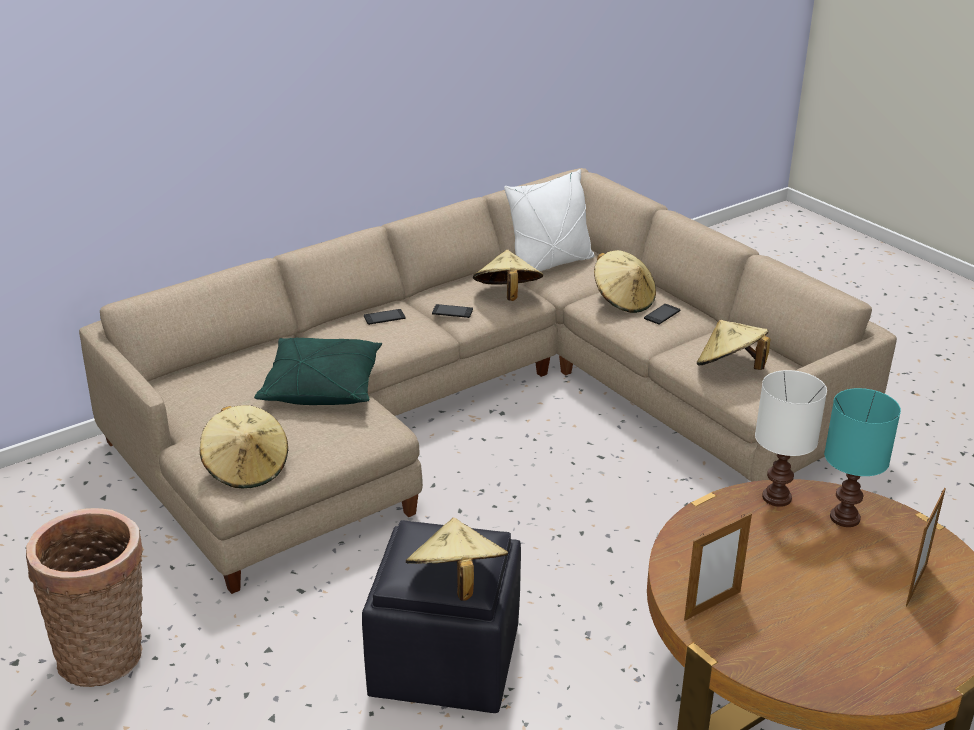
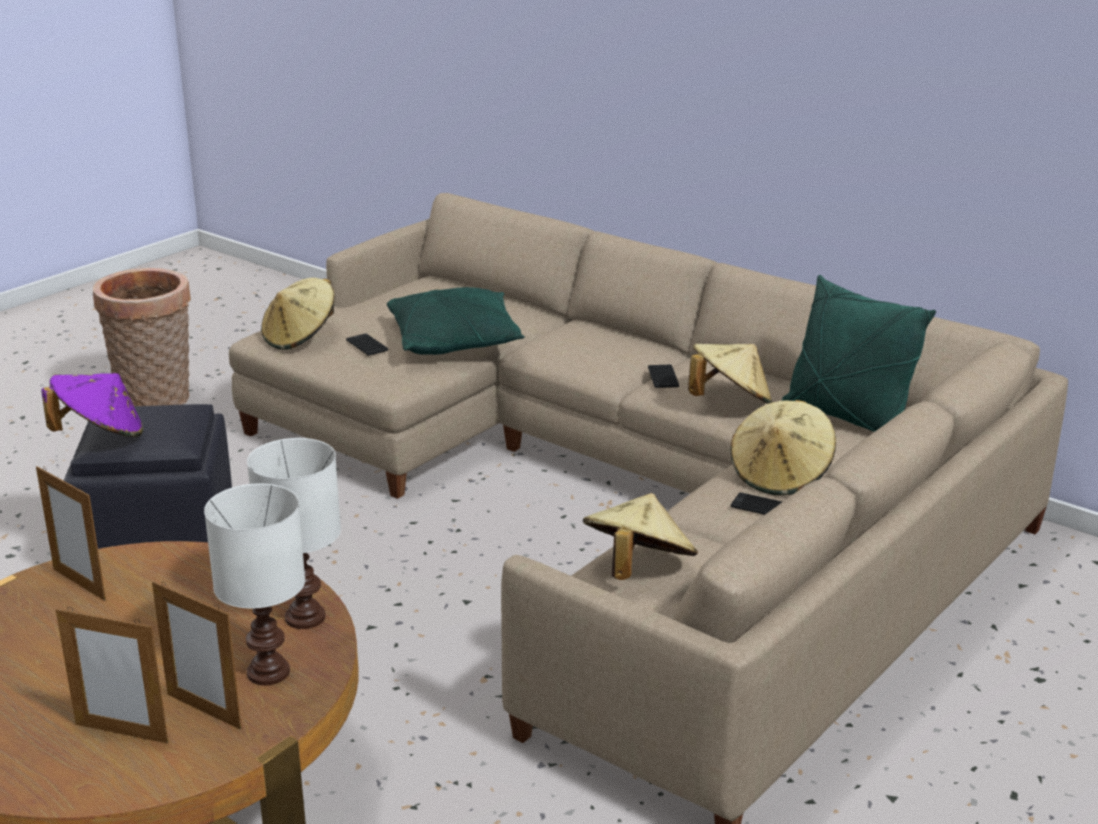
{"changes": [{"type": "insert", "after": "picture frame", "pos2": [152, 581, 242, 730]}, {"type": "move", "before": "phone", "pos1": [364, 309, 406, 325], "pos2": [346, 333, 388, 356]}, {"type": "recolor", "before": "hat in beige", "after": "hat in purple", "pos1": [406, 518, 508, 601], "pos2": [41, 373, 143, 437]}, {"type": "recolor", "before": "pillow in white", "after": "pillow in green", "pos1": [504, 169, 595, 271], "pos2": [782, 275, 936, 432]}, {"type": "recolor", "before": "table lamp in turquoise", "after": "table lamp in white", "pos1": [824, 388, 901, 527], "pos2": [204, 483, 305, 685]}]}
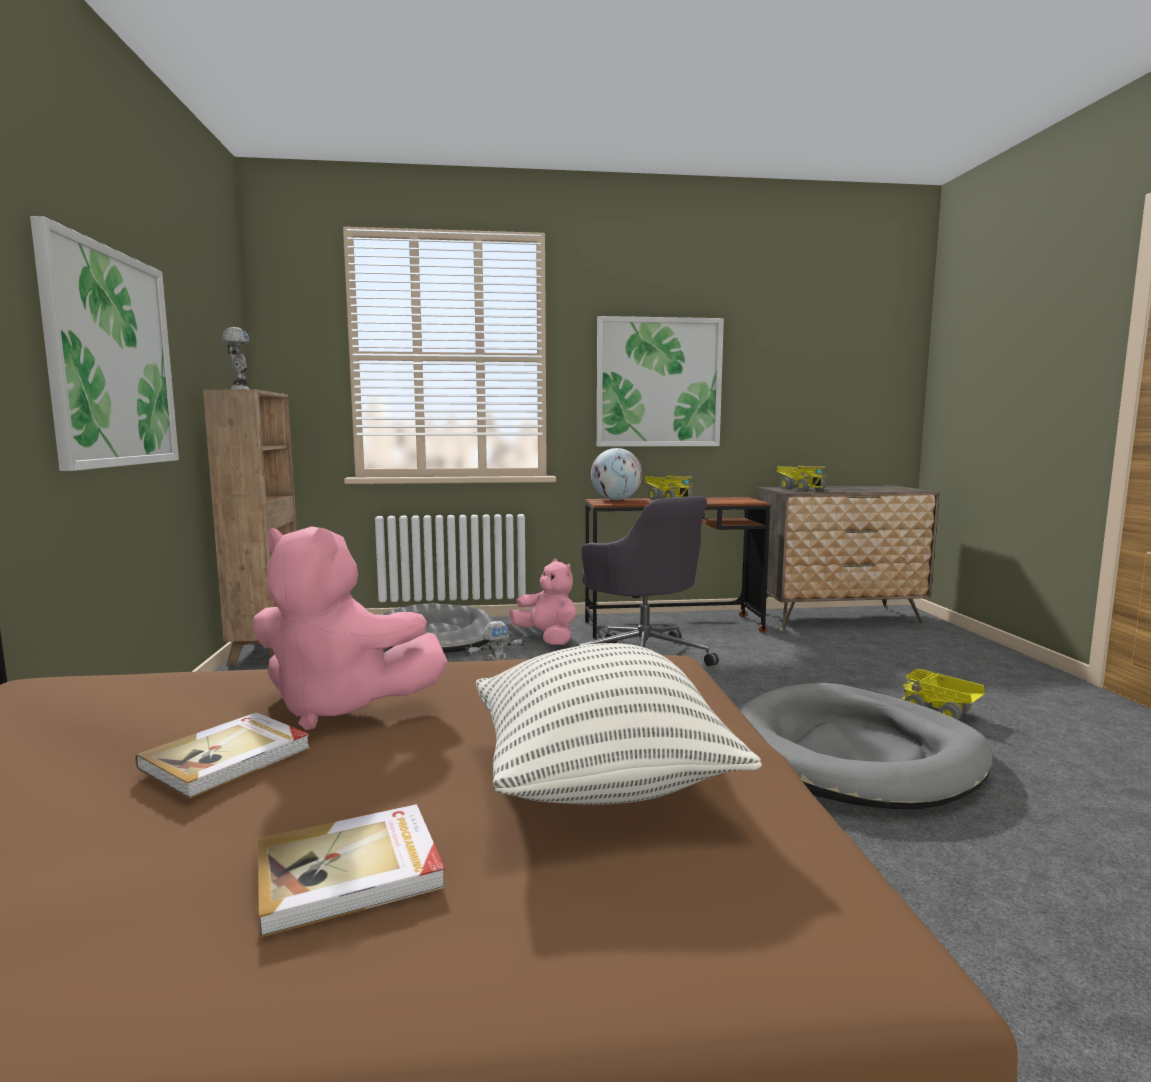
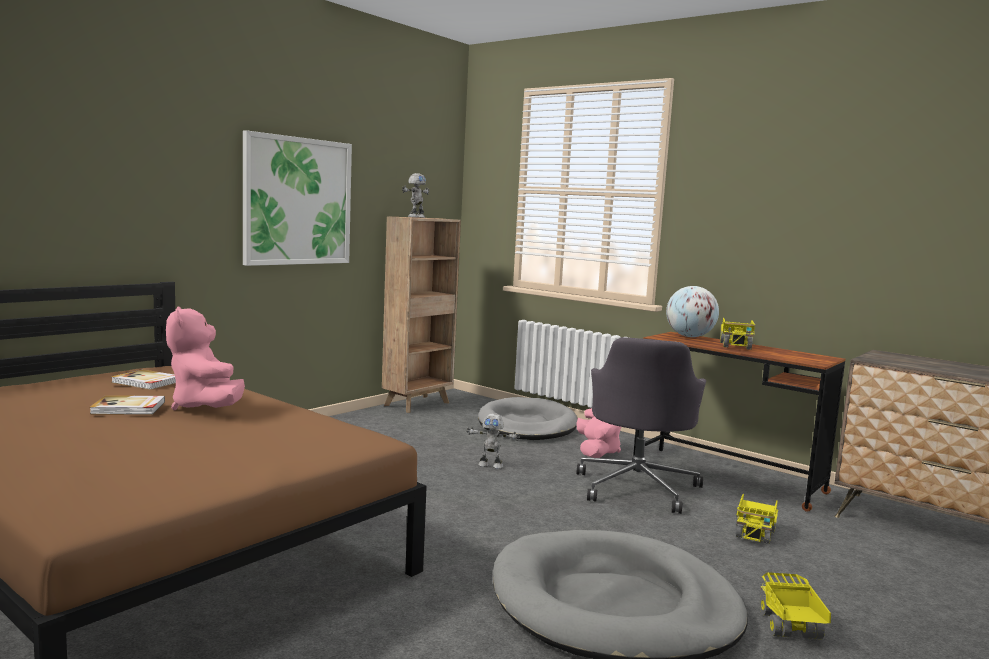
{"changes": [{"type": "delete", "before": "pillow", "pos1": [476, 643, 762, 805]}, {"type": "delete", "before": "picture", "pos1": [597, 316, 724, 447]}, {"type": "move", "before": "book", "pos1": [258, 804, 445, 938], "pos2": [111, 369, 176, 390]}, {"type": "move", "before": "toy truck", "pos1": [777, 466, 826, 491], "pos2": [736, 494, 778, 544]}]}
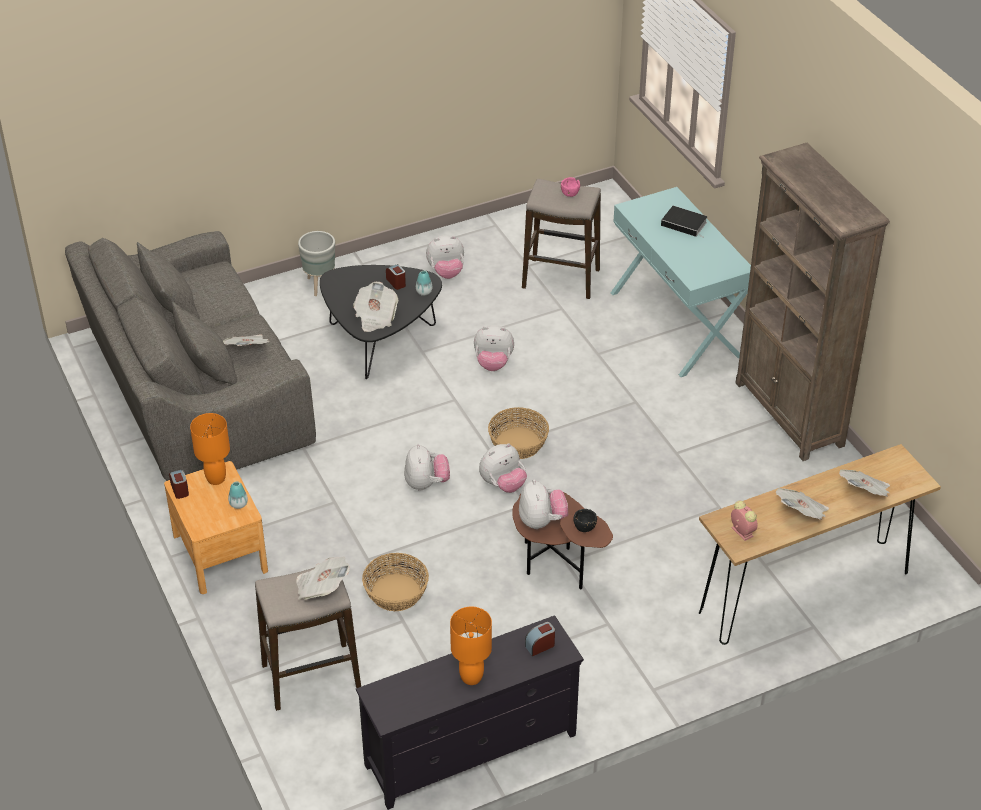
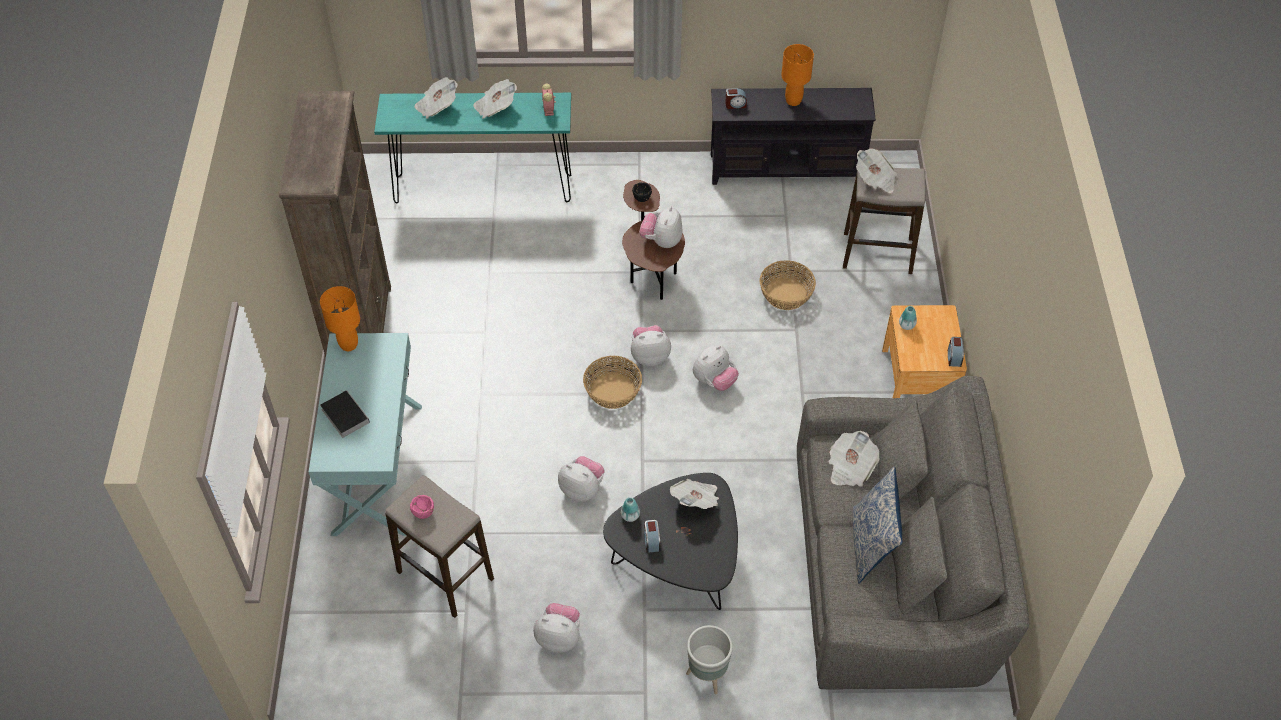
{"changes": [{"type": "insert", "after": "pillow", "pos2": [853, 467, 903, 583]}, {"type": "move", "before": "table lamp in orange", "pos1": [190, 413, 230, 485], "pos2": [320, 286, 360, 351]}, {"type": "recolor", "before": "console table in brown", "after": "console table in turquoise", "pos1": [699, 444, 941, 645], "pos2": [374, 93, 571, 203]}, {"type": "rotate", "before": "plush toy", "pos1": [404, 444, 450, 491], "pos2": [693, 345, 739, 391], "turn": -150}]}
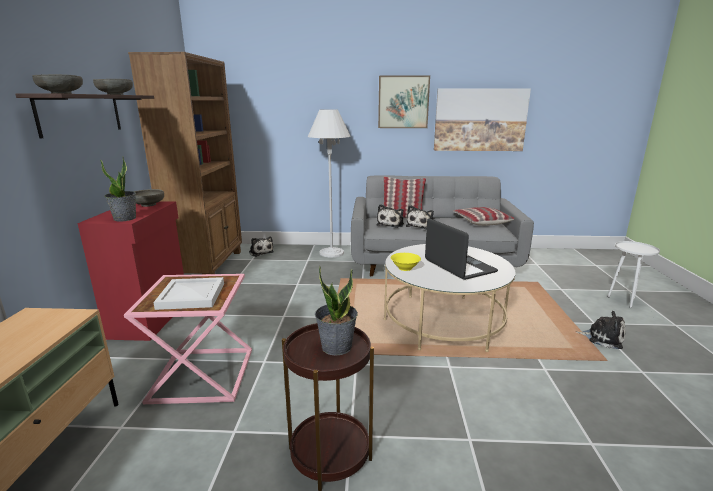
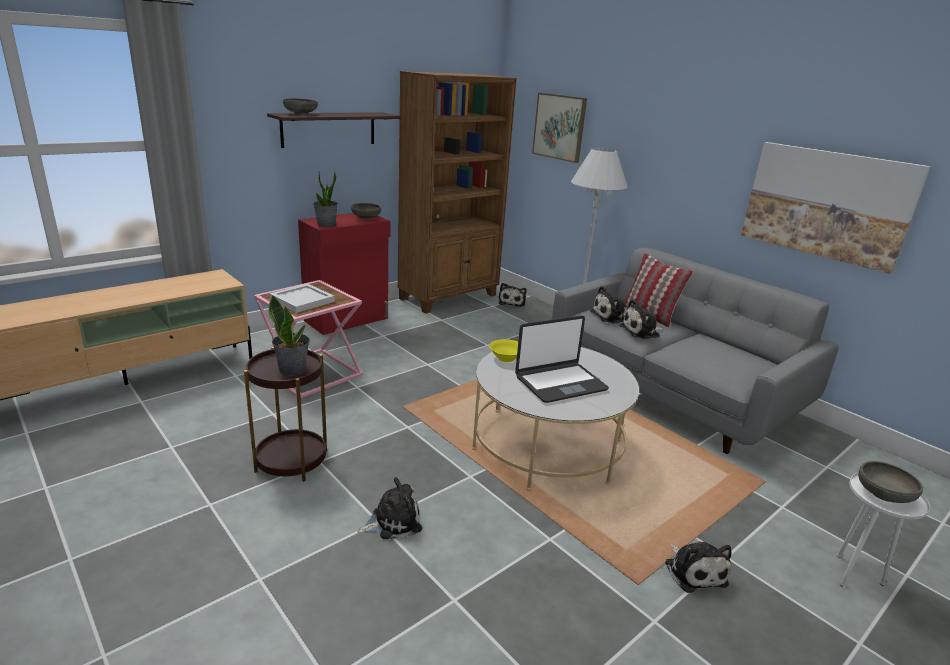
{"changes": [{"type": "delete", "before": "pillow", "pos1": [453, 207, 514, 226]}, {"type": "insert", "after": "plush toy", "pos2": [357, 477, 422, 539]}, {"type": "move", "before": "bowl in grey", "pos1": [93, 79, 133, 95], "pos2": [858, 461, 923, 503]}, {"type": "move", "before": "picture", "pos1": [378, 75, 430, 128], "pos2": [532, 93, 587, 163]}, {"type": "rotate", "before": "laptop", "pos1": [425, 219, 498, 280], "pos2": [515, 316, 609, 403], "turn": 45}]}
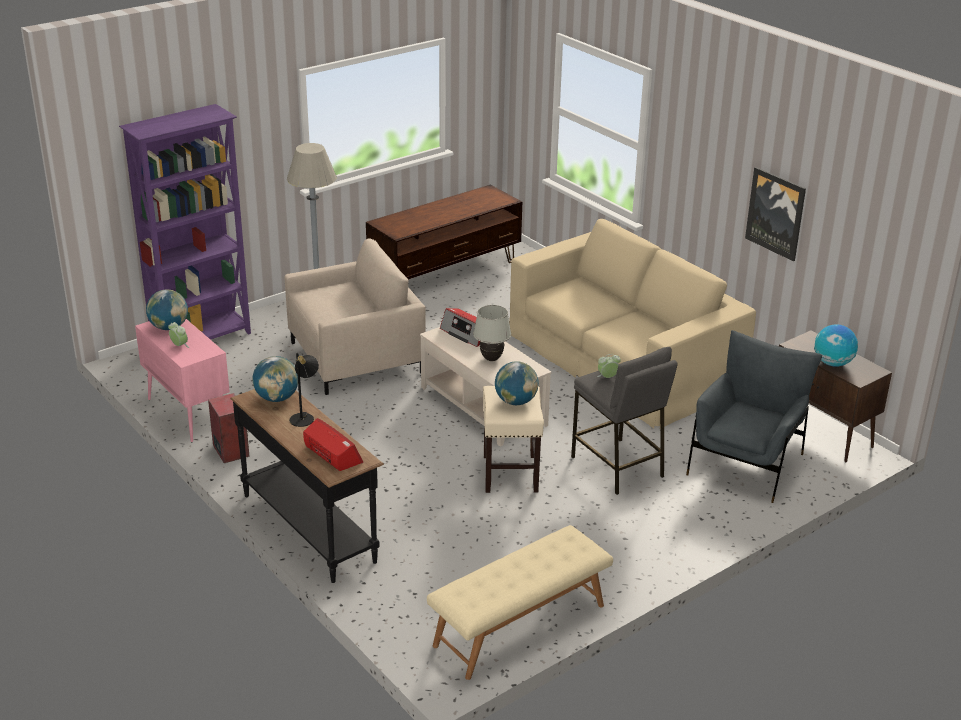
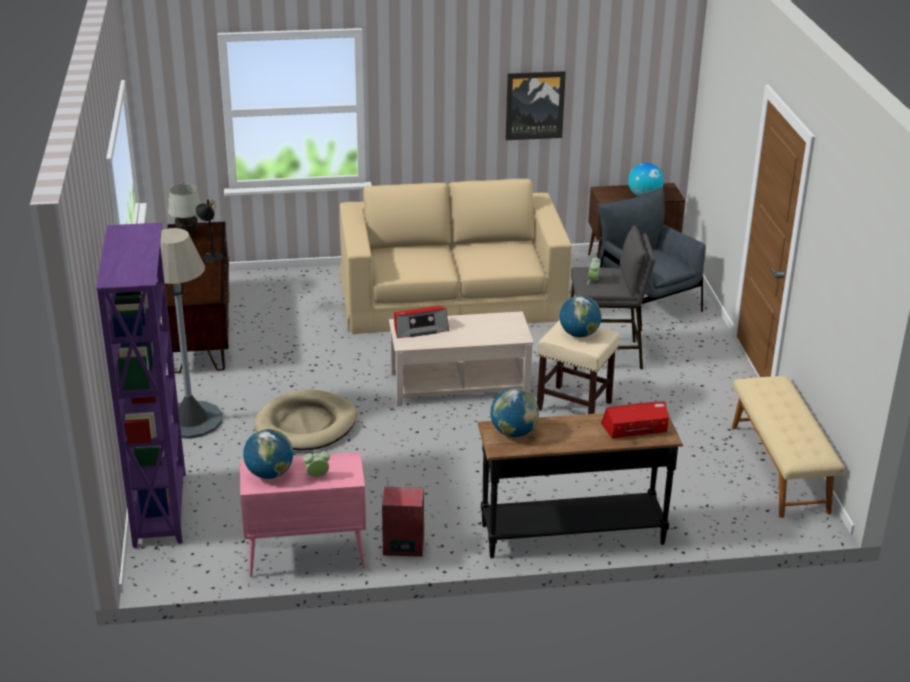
{"changes": [{"type": "move", "before": "table lamp in black", "pos1": [289, 353, 319, 427], "pos2": [195, 199, 223, 262]}, {"type": "move", "before": "table lamp in white", "pos1": [473, 305, 511, 361], "pos2": [167, 184, 201, 235]}, {"type": "replace", "before": "armchair in beige", "after": "dog bed in beige", "pos1": [284, 238, 426, 395], "pos2": [254, 390, 357, 450]}]}
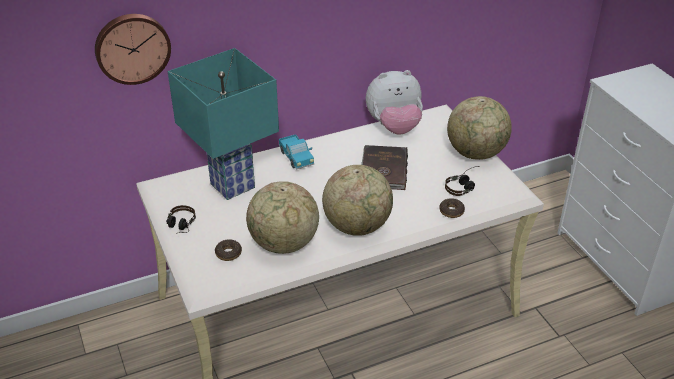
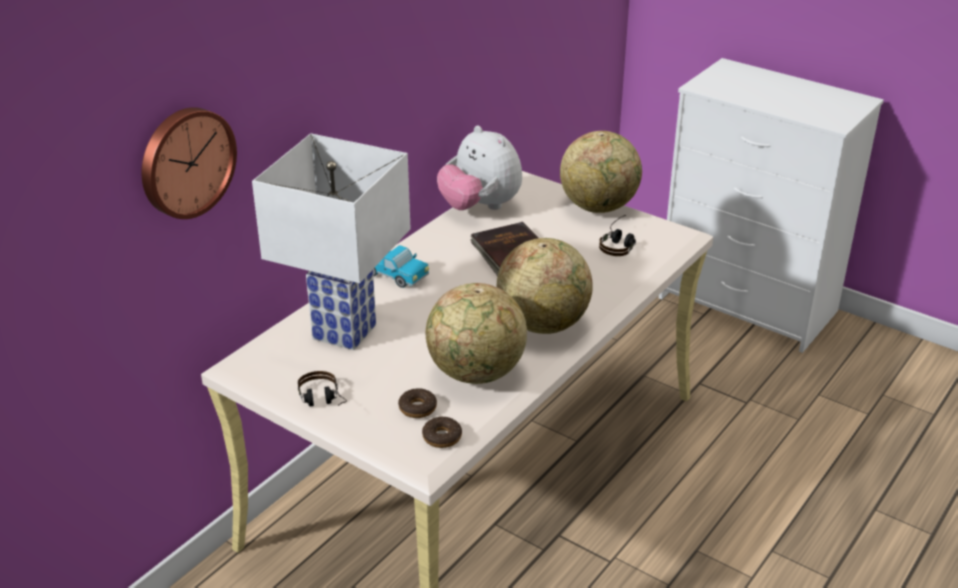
{"changes": [{"type": "move", "before": "donut", "pos1": [439, 198, 465, 218], "pos2": [422, 417, 462, 448]}, {"type": "recolor", "before": "table lamp in turquoise", "after": "table lamp in white", "pos1": [168, 48, 279, 200], "pos2": [252, 133, 411, 350]}, {"type": "rotate", "before": "plush toy", "pos1": [366, 70, 423, 134], "pos2": [437, 126, 522, 210], "turn": 90}]}
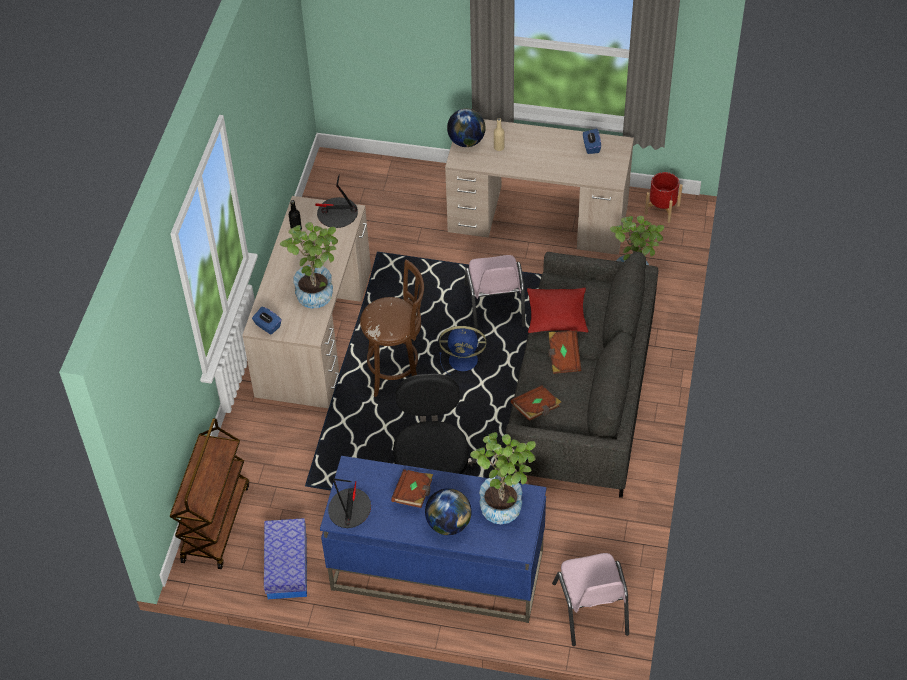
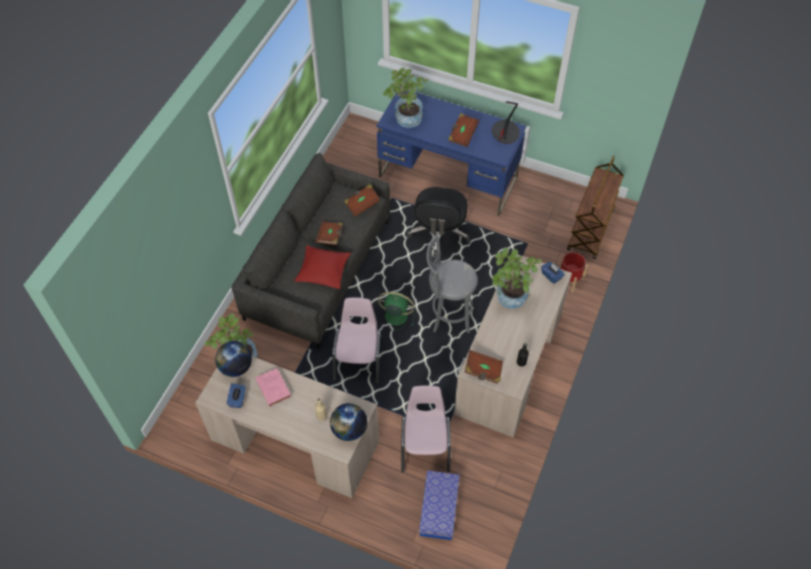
{"changes": [{"type": "insert", "after": "book in pink", "pos2": [255, 368, 291, 407]}, {"type": "move", "before": "storage box", "pos1": [264, 518, 307, 599], "pos2": [419, 470, 460, 540]}, {"type": "move", "before": "globe", "pos1": [425, 488, 472, 535], "pos2": [215, 341, 252, 377]}, {"type": "move", "before": "chair in pink", "pos1": [552, 553, 629, 646], "pos2": [401, 385, 451, 472]}, {"type": "move", "before": "planter in red", "pos1": [645, 172, 683, 223], "pos2": [558, 252, 588, 293]}, {"type": "replace", "before": "table lamp", "after": "book in brown", "pos1": [315, 174, 358, 228], "pos2": [465, 350, 503, 384]}, {"type": "recolor", "before": "stool in brown", "after": "stool in grey", "pos1": [360, 259, 424, 397], "pos2": [426, 234, 478, 333]}, {"type": "recolor", "before": "fan in blue", "after": "fan in green", "pos1": [439, 326, 486, 375], "pos2": [378, 292, 414, 331]}]}
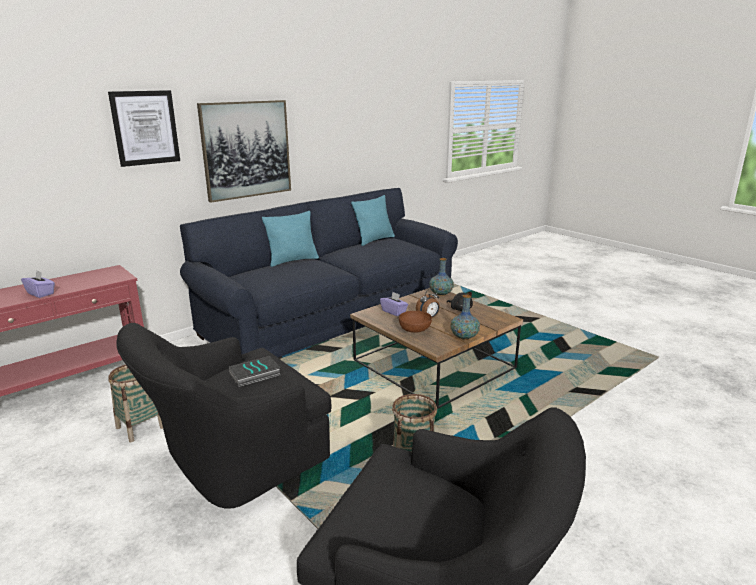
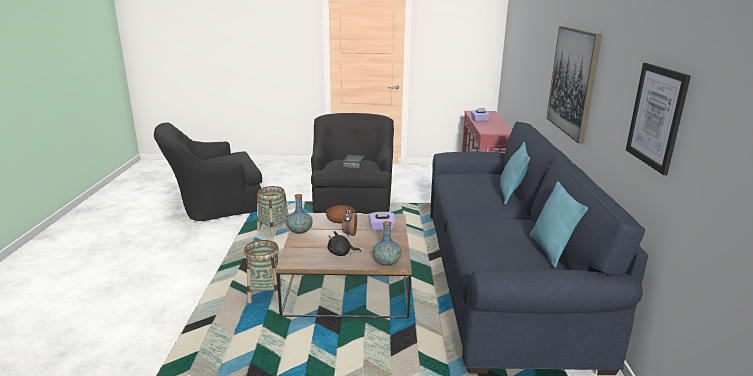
{"changes": [{"type": "move", "before": "picture", "pos1": [108, 90, 180, 167], "pos2": [626, 63, 691, 175]}, {"type": "move", "before": "basket", "pos1": [108, 365, 163, 442], "pos2": [244, 240, 281, 303]}]}
